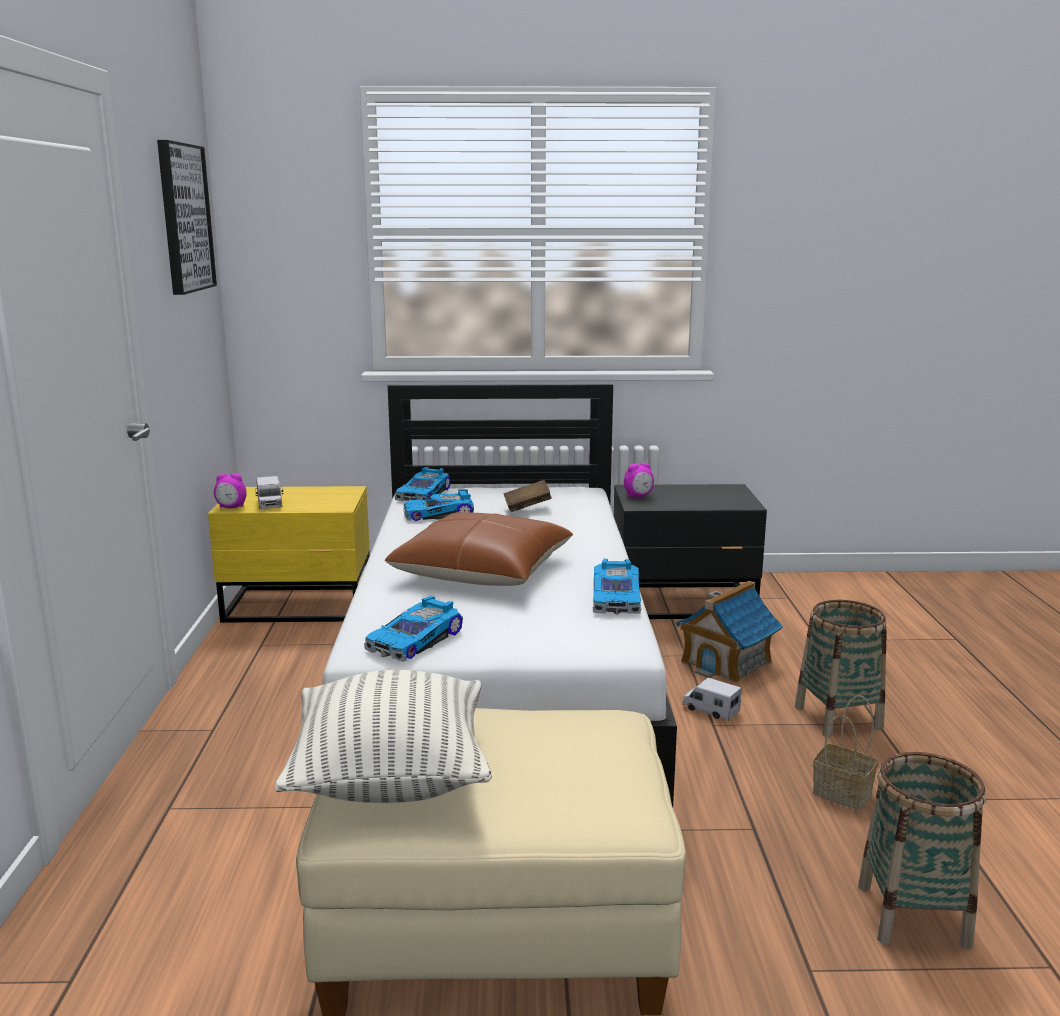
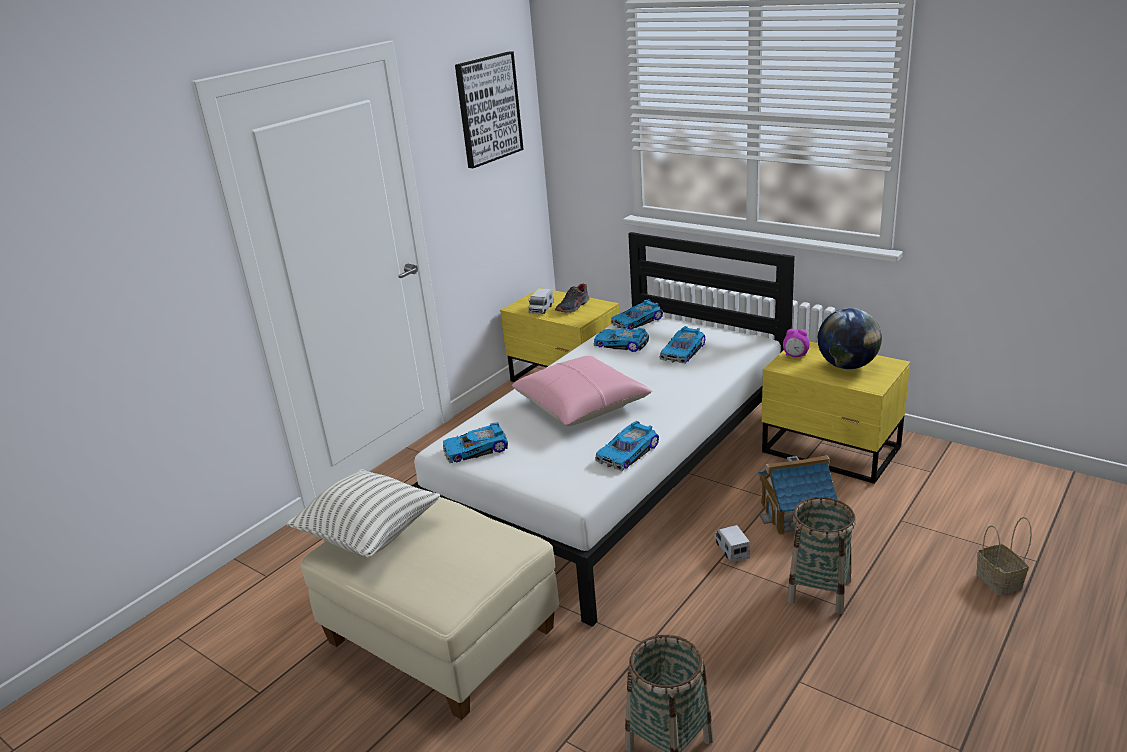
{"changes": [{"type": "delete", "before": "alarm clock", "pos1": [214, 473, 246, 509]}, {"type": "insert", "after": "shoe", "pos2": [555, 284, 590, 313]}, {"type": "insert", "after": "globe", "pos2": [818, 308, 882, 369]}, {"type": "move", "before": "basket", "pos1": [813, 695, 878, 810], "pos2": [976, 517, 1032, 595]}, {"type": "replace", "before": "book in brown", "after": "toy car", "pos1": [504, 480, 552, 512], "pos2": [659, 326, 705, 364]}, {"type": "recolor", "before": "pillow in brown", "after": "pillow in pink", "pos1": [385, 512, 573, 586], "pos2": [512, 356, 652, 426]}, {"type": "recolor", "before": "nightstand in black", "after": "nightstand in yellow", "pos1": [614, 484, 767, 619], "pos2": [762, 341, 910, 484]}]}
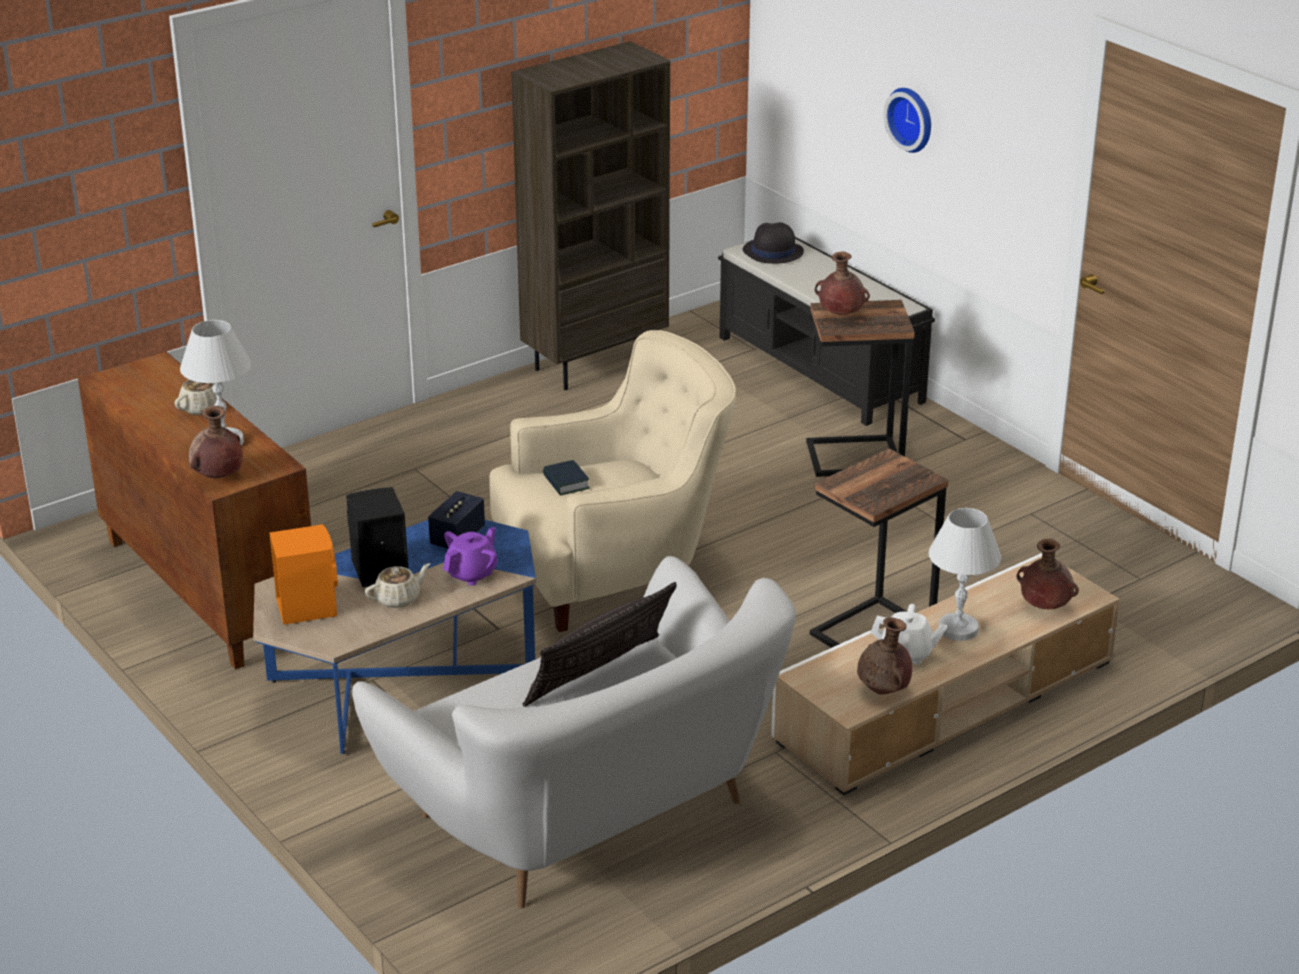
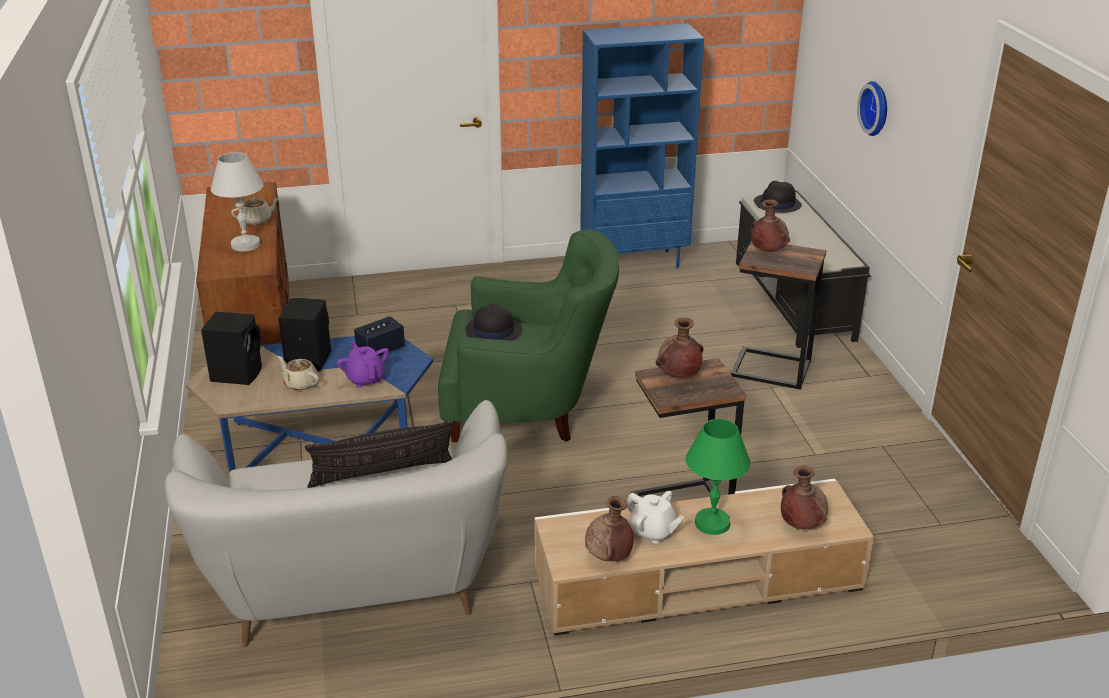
{"changes": [{"type": "move", "before": "vase in brown", "pos1": [189, 406, 243, 478], "pos2": [656, 317, 704, 378]}, {"type": "replace", "before": "book", "after": "hat in black", "pos1": [543, 460, 590, 496], "pos2": [465, 303, 522, 341]}, {"type": "recolor", "before": "speaker in orange", "after": "speaker in black", "pos1": [270, 524, 338, 625], "pos2": [201, 312, 262, 385]}, {"type": "recolor", "before": "armchair in beige", "after": "armchair in green", "pos1": [489, 330, 736, 632], "pos2": [438, 229, 619, 442]}, {"type": "recolor", "before": "bookcase in brown", "after": "bookcase in blue", "pos1": [511, 41, 670, 390], "pos2": [580, 23, 704, 268]}, {"type": "recolor", "before": "table lamp in white", "after": "table lamp in green", "pos1": [929, 508, 1001, 641], "pos2": [685, 419, 750, 535]}, {"type": "rotate", "before": "teapot in beige", "pos1": [365, 563, 431, 608], "pos2": [278, 356, 319, 391], "turn": -135}, {"type": "rotate", "before": "teapot in purple", "pos1": [443, 527, 498, 586], "pos2": [337, 342, 389, 388], "turn": -90}]}
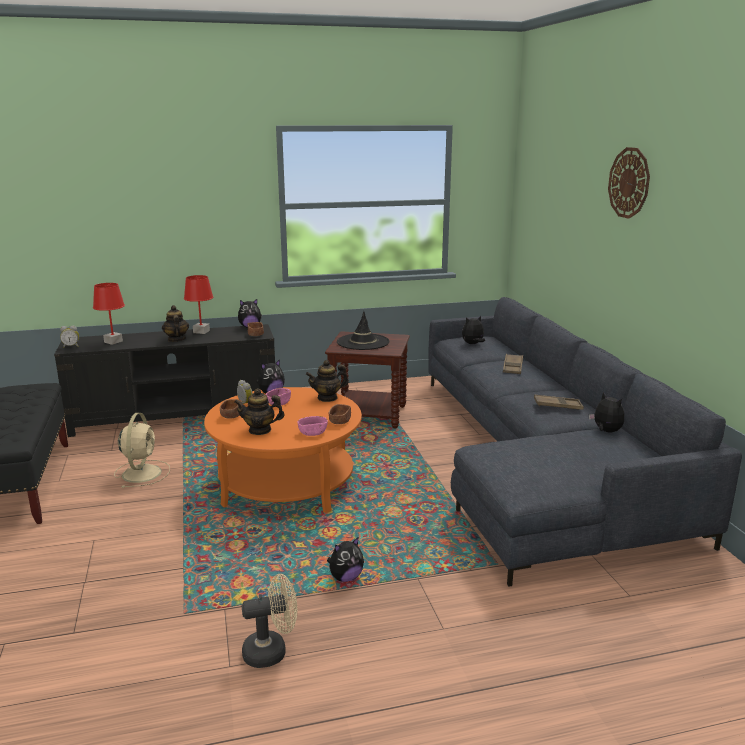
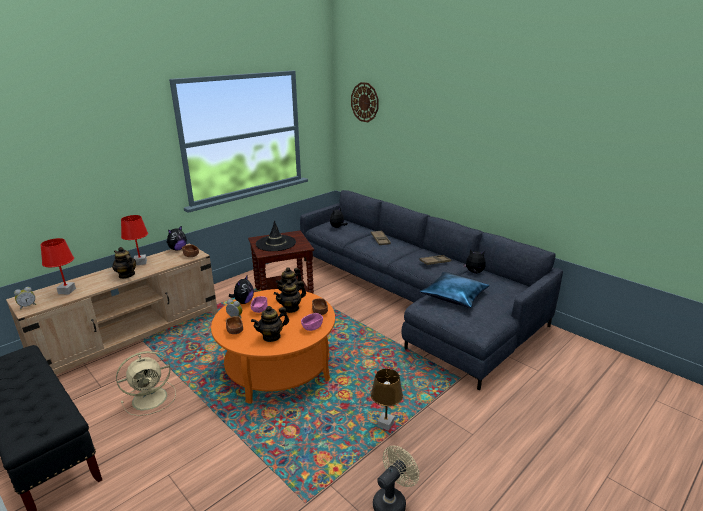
{"changes": [{"type": "insert", "after": "teapot", "pos2": [274, 280, 306, 313]}, {"type": "insert", "after": "pillow in blue", "pos2": [419, 272, 490, 308]}, {"type": "move", "before": "wall clock", "pos1": [608, 147, 650, 219], "pos2": [351, 82, 379, 122]}, {"type": "replace", "before": "plush toy", "after": "table lamp in brown", "pos1": [327, 537, 364, 582], "pos2": [371, 369, 403, 431]}, {"type": "recolor", "before": "tv stand in black", "after": "tv stand in beige", "pos1": [54, 324, 275, 437], "pos2": [6, 244, 218, 375]}, {"type": "rotate", "before": "fan in beige", "pos1": [114, 413, 170, 488], "pos2": [116, 351, 176, 416], "turn": 90}]}
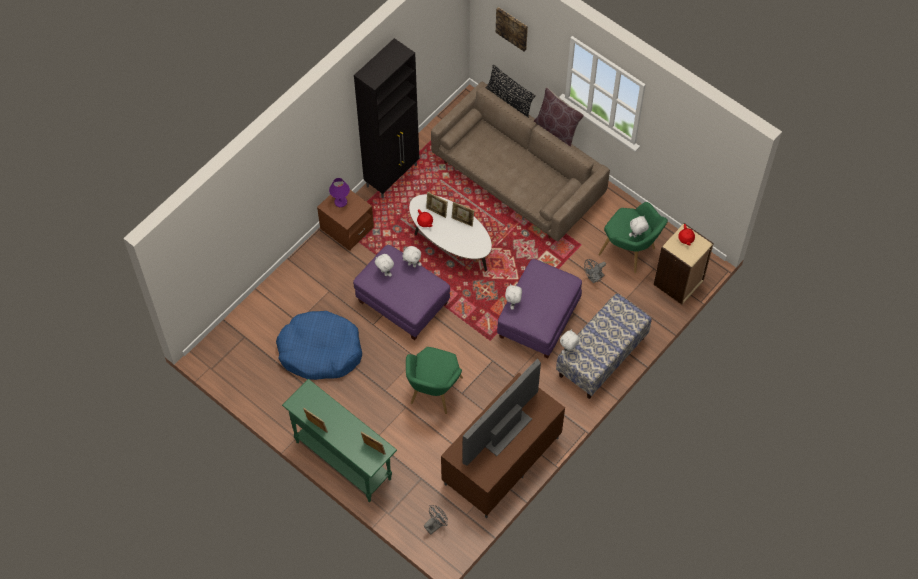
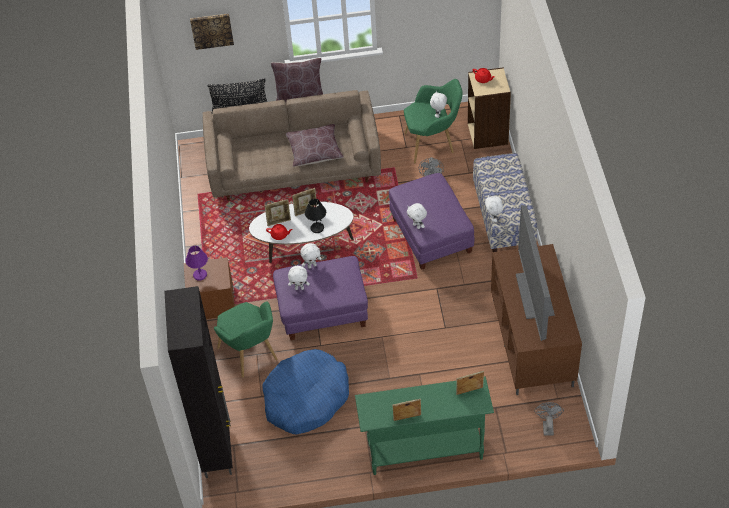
{"changes": [{"type": "insert", "after": "pillow in brown", "pos2": [285, 124, 344, 167]}, {"type": "insert", "after": "table lamp in black", "pos2": [305, 199, 326, 233]}, {"type": "move", "before": "cabinet in black", "pos1": [354, 38, 419, 198], "pos2": [164, 286, 233, 478]}, {"type": "move", "before": "armchair in green", "pos1": [406, 347, 463, 414], "pos2": [214, 301, 278, 378]}]}
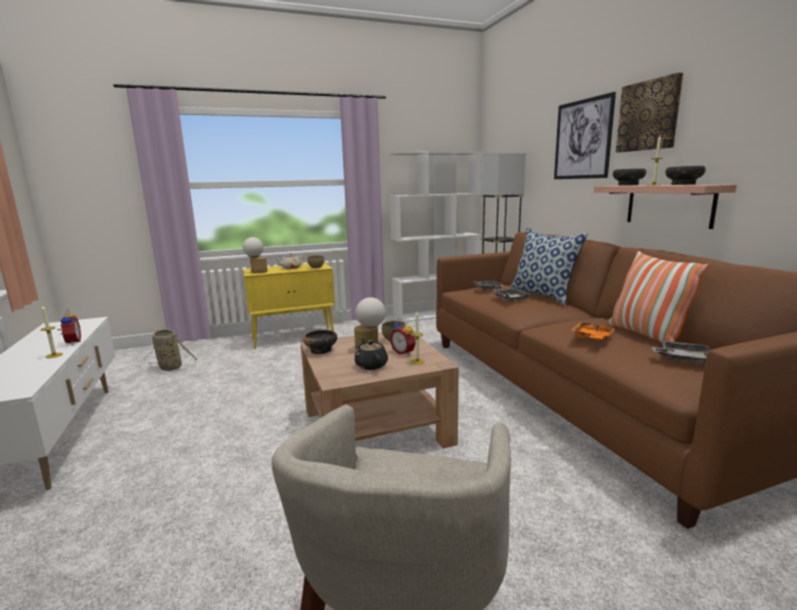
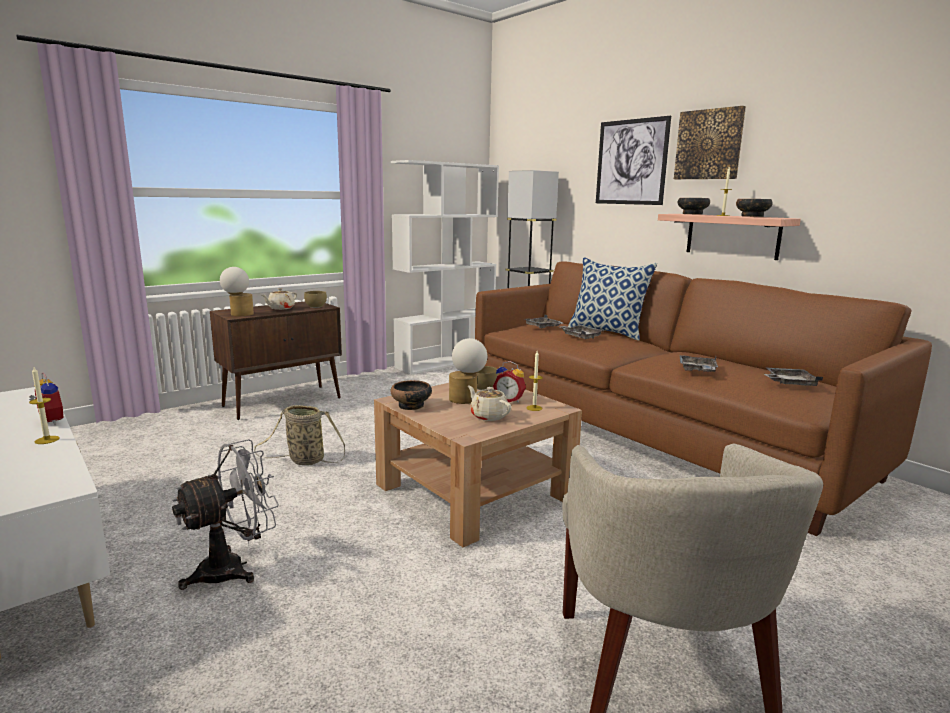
{"changes": [{"type": "delete", "before": "pillow", "pos1": [607, 251, 709, 343]}, {"type": "insert", "after": "fan in grey", "pos2": [172, 439, 279, 590]}, {"type": "move", "before": "basket", "pos1": [145, 329, 197, 371], "pos2": [254, 405, 345, 465]}, {"type": "recolor", "before": "cabinet in yellow", "after": "cabinet in brown", "pos1": [243, 263, 335, 349], "pos2": [210, 302, 342, 420]}, {"type": "recolor", "before": "teapot in black", "after": "teapot in beige", "pos1": [354, 338, 388, 370], "pos2": [468, 386, 511, 421]}, {"type": "recolor", "before": "tray in orange", "after": "tray in grey", "pos1": [571, 322, 616, 341], "pos2": [679, 355, 718, 372]}]}
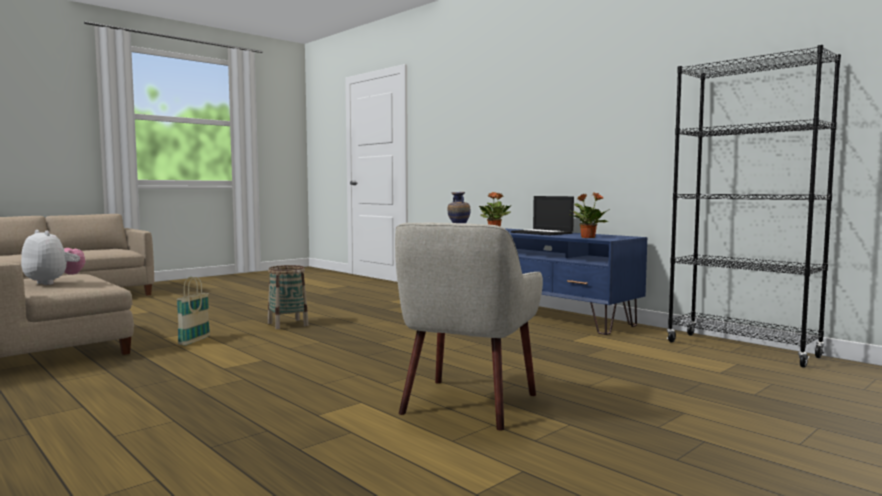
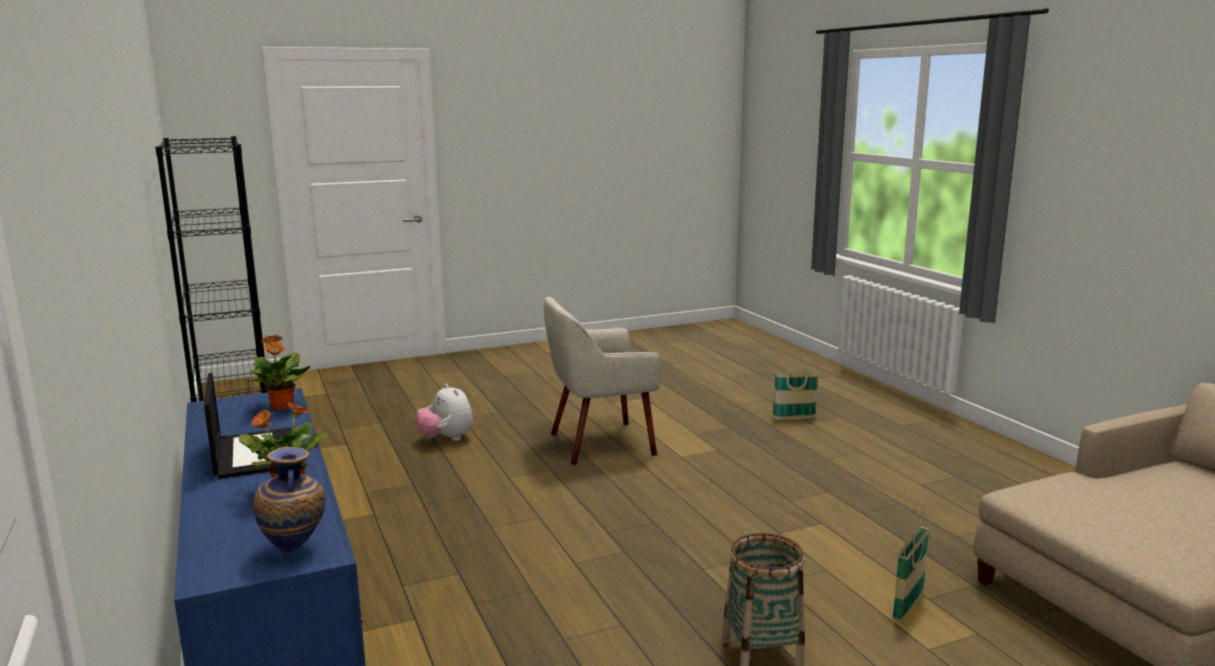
{"changes": [{"type": "insert", "after": "basket", "pos2": [772, 352, 819, 420]}, {"type": "move", "before": "plush toy", "pos1": [21, 230, 85, 285], "pos2": [416, 384, 473, 441]}, {"type": "rotate", "before": "armchair in beige", "pos1": [395, 223, 543, 431], "pos2": [544, 297, 661, 465], "turn": -150}]}
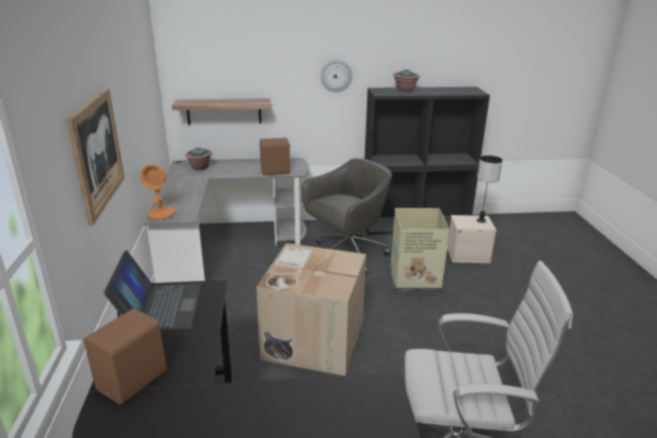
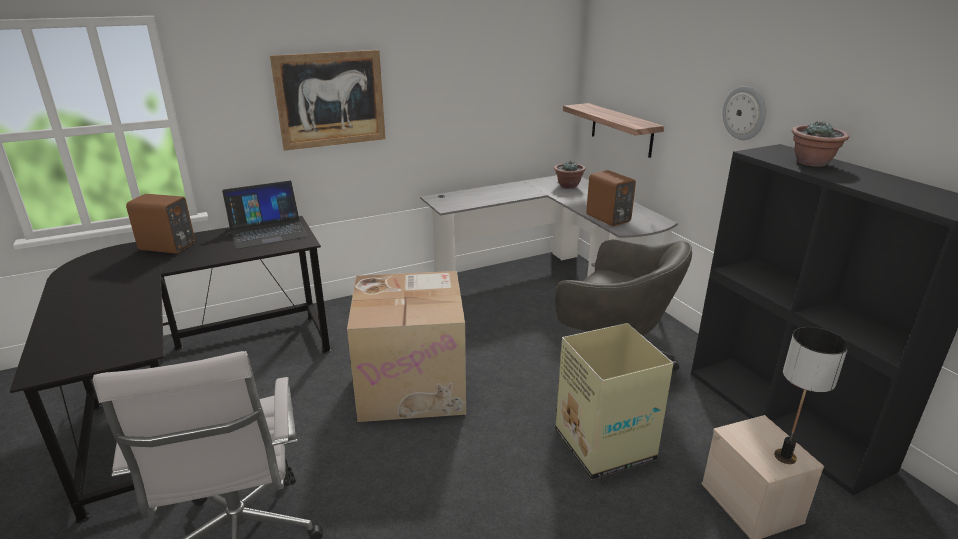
{"changes": [{"type": "delete", "before": "table lamp in orange", "pos1": [141, 164, 176, 220]}]}
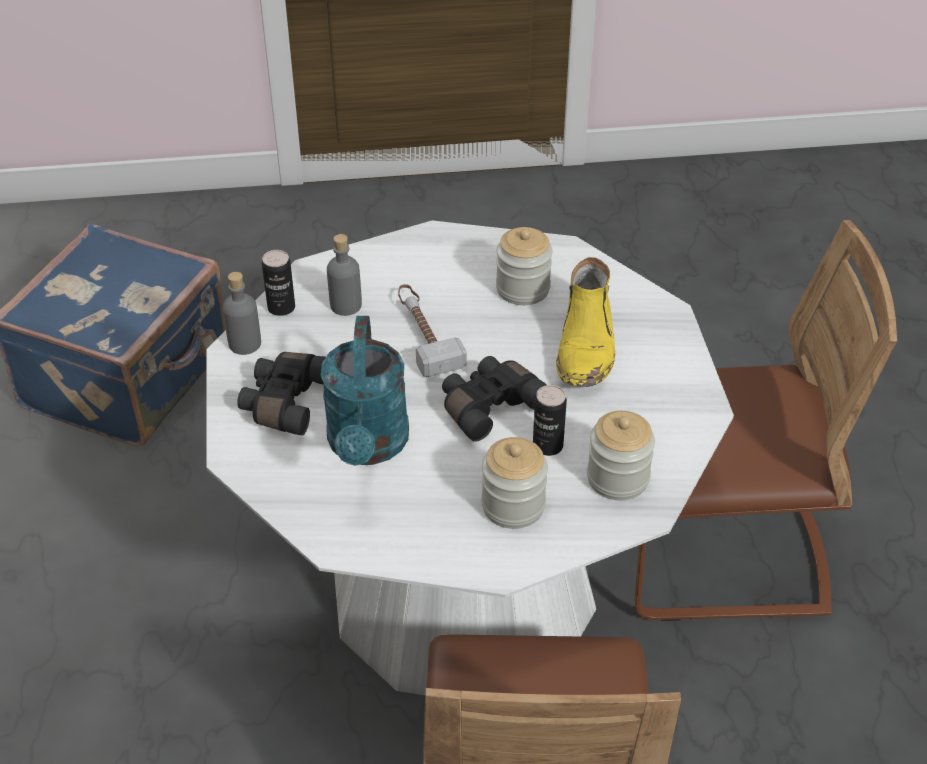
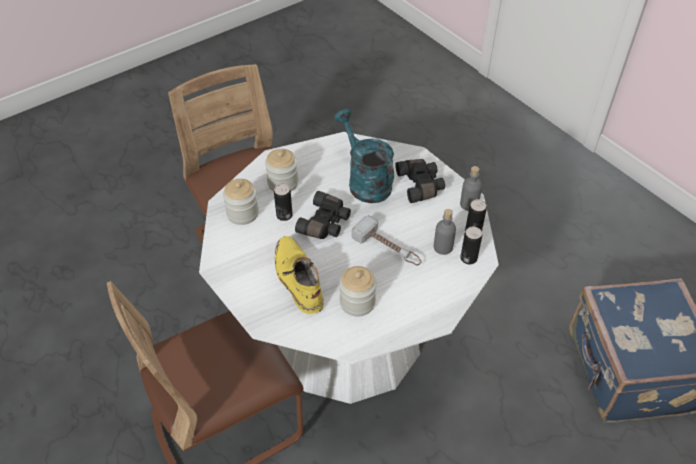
{"changes": [{"type": "insert", "after": "can", "pos2": [460, 227, 482, 264]}]}
